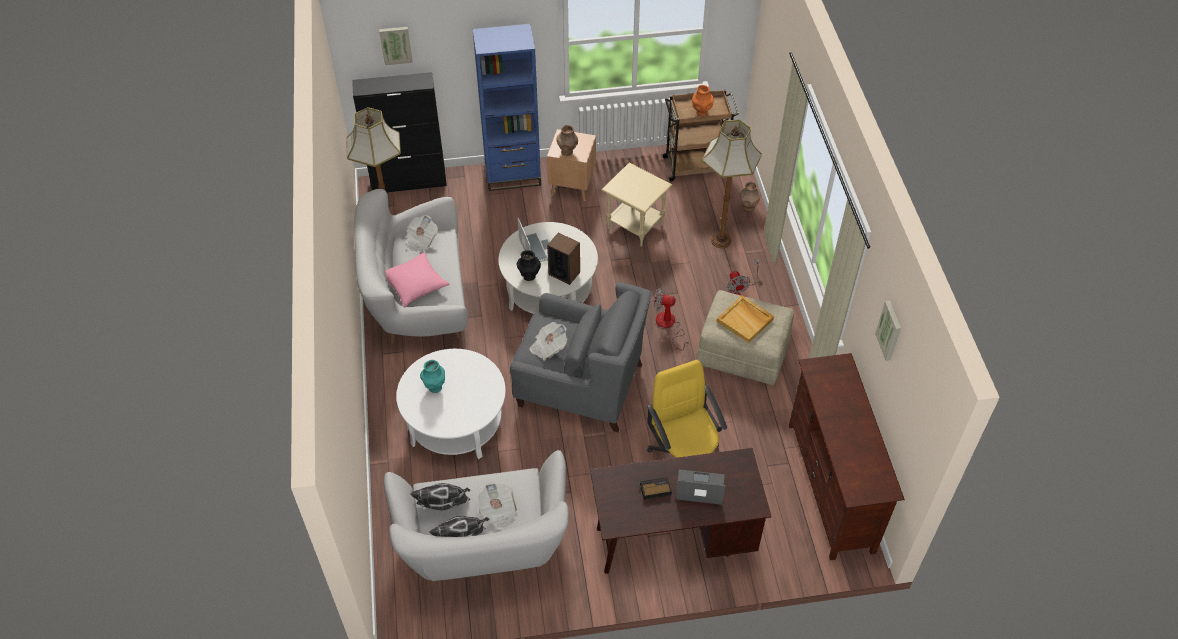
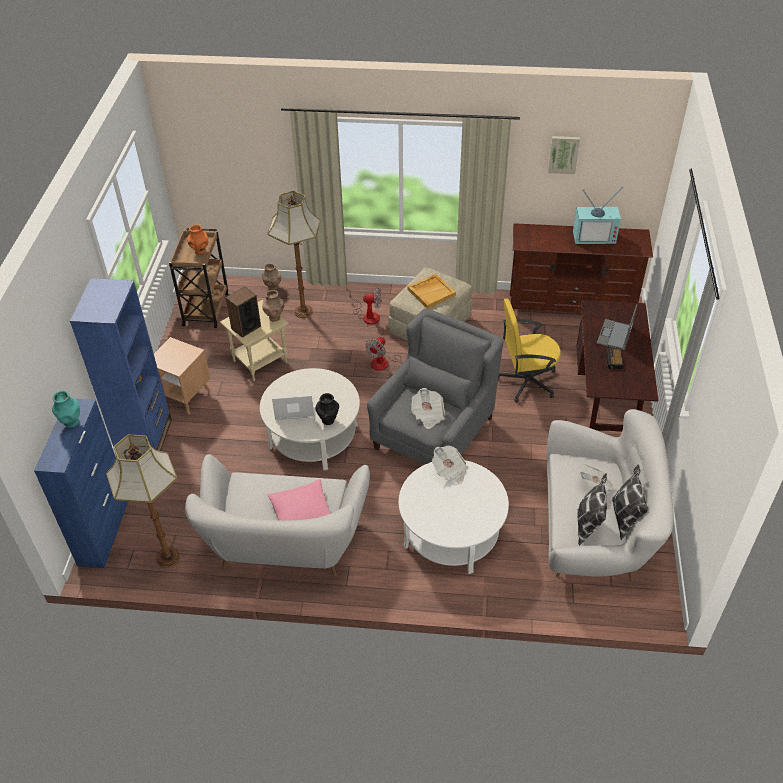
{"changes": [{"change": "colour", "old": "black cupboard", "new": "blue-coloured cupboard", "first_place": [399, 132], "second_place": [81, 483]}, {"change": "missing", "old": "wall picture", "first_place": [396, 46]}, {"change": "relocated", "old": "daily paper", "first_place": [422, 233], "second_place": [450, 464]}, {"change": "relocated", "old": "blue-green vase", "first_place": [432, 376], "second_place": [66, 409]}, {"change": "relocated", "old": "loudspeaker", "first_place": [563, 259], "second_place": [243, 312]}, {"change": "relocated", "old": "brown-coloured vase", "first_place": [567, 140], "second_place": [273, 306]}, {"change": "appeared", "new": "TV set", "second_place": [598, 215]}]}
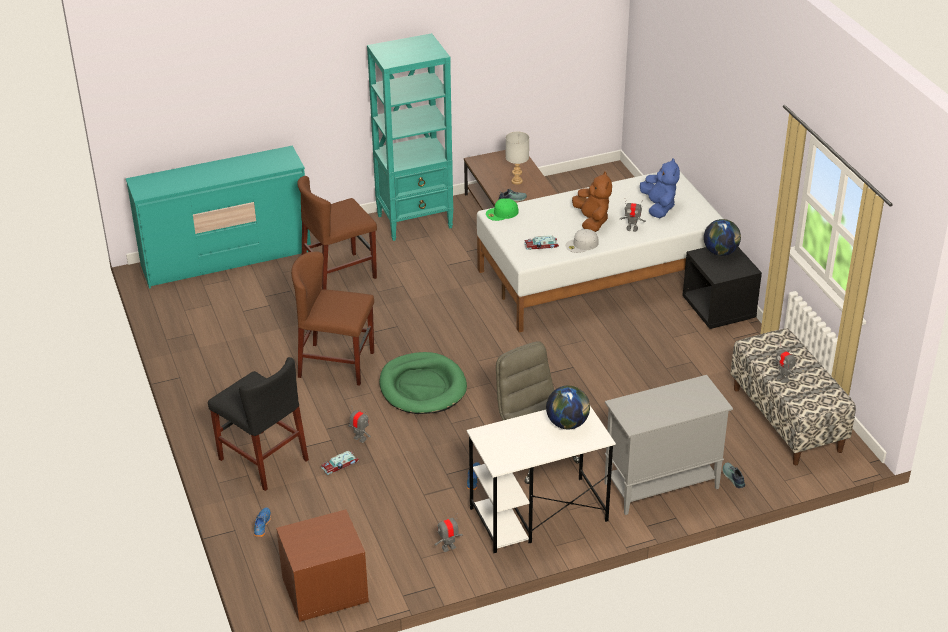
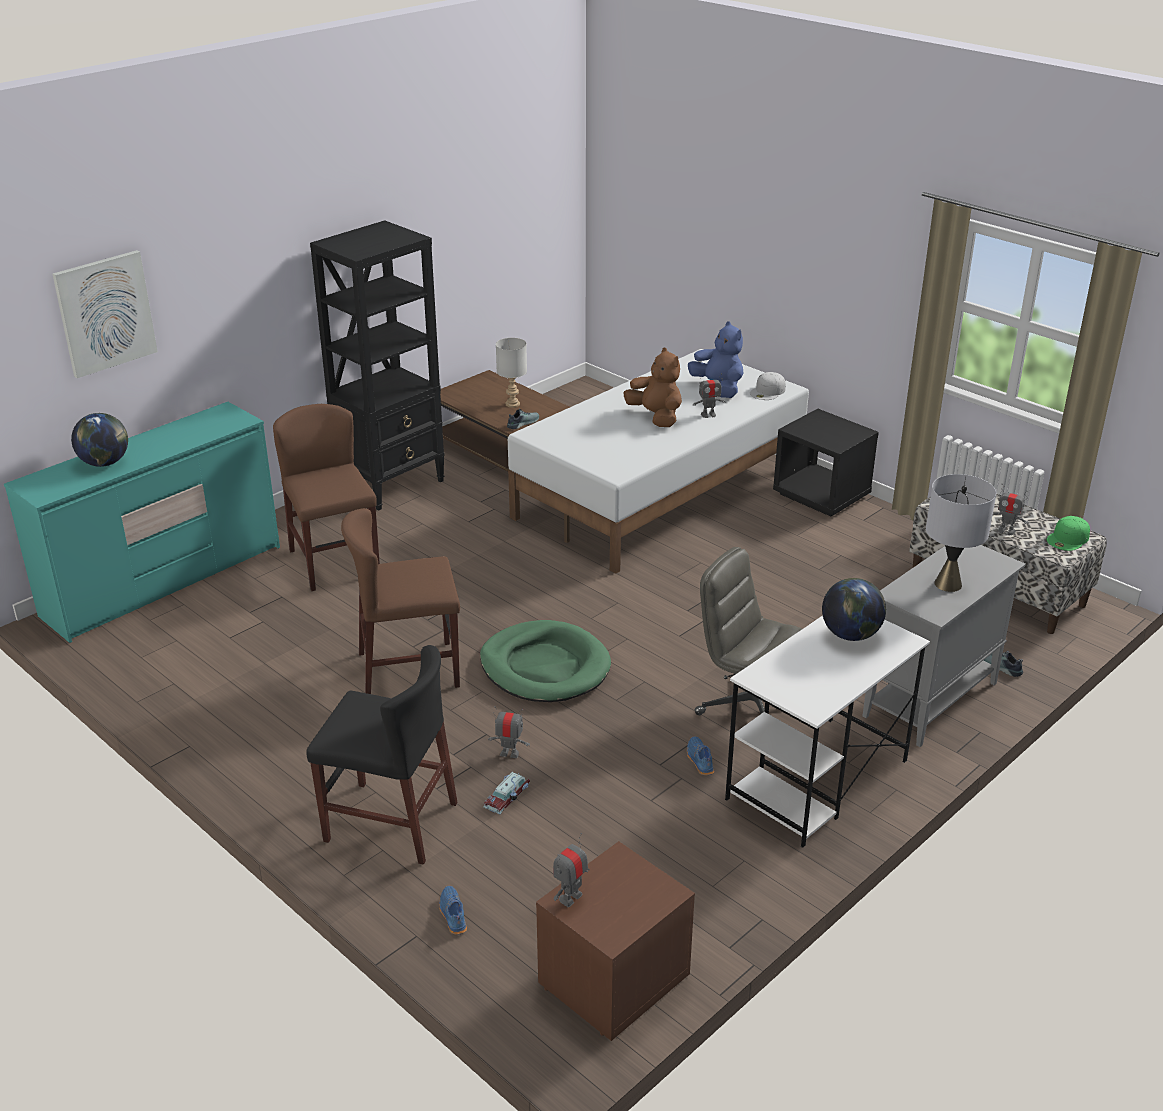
{"changes": [{"change": "spun", "old": "brown-coloured plain chair", "first_place": [337, 232], "second_place": [326, 497], "degrees": 120}, {"change": "colour", "old": "blue-green bookshelf", "new": "black bookshelf", "first_place": [410, 137], "second_place": [377, 365]}, {"change": "relocated", "old": "robot figure", "first_place": [448, 532], "second_place": [571, 870]}, {"change": "relocated", "old": "greenish cap", "first_place": [502, 209], "second_place": [1068, 533]}, {"change": "missing", "old": "toy car", "first_place": [541, 242]}, {"change": "relocated", "old": "white-coloured cap", "first_place": [582, 241], "second_place": [768, 386]}, {"change": "relocated", "old": "globe", "first_place": [722, 237], "second_place": [99, 440]}, {"change": "appeared", "new": "wall picture", "second_place": [105, 314]}, {"change": "appeared", "new": "greyish lamp for a table", "second_place": [961, 533]}]}
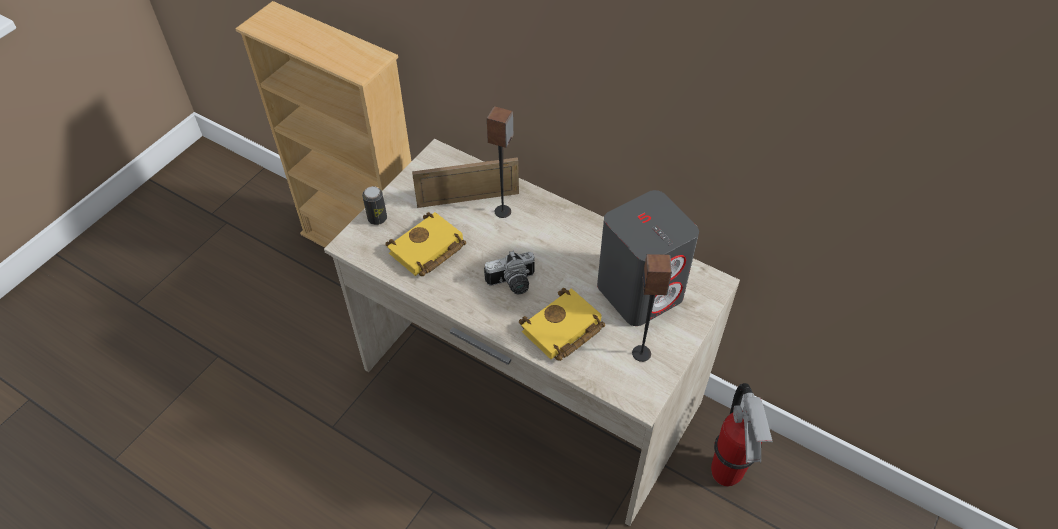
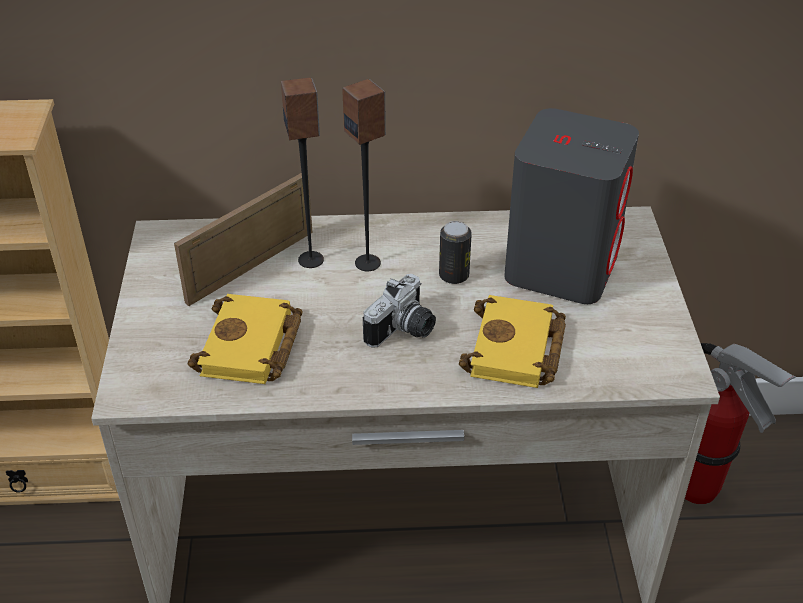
{"changes": [{"change": "relocated", "old": "metal can", "first_place": [374, 205], "second_place": [455, 252]}, {"change": "relocated", "old": "loudspeaker", "first_place": [652, 308], "second_place": [364, 175]}]}
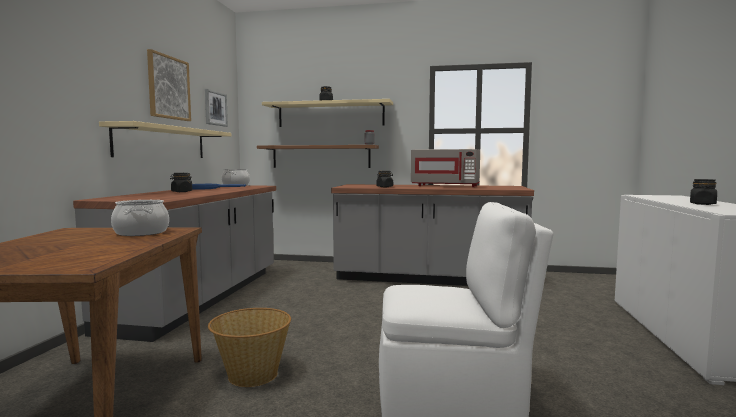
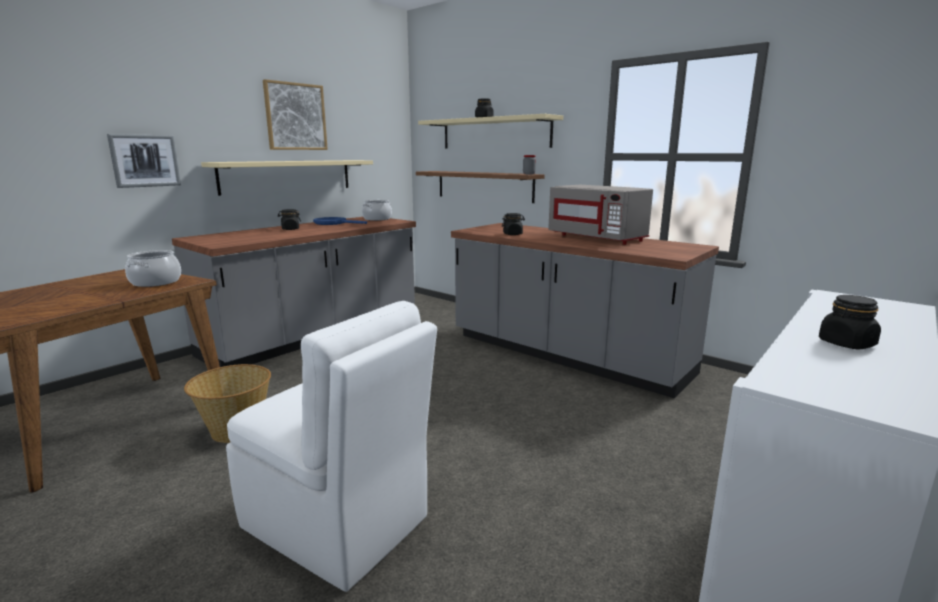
{"changes": [{"change": "relocated", "old": "wall picture", "first_place": [216, 108], "second_place": [144, 161]}]}
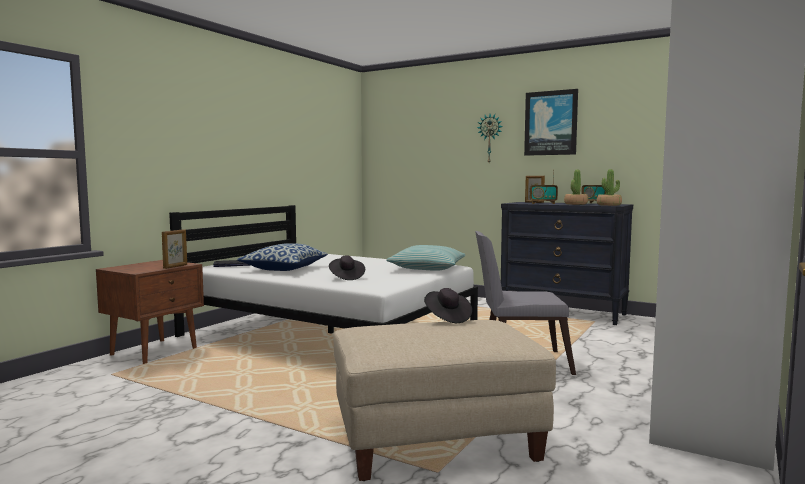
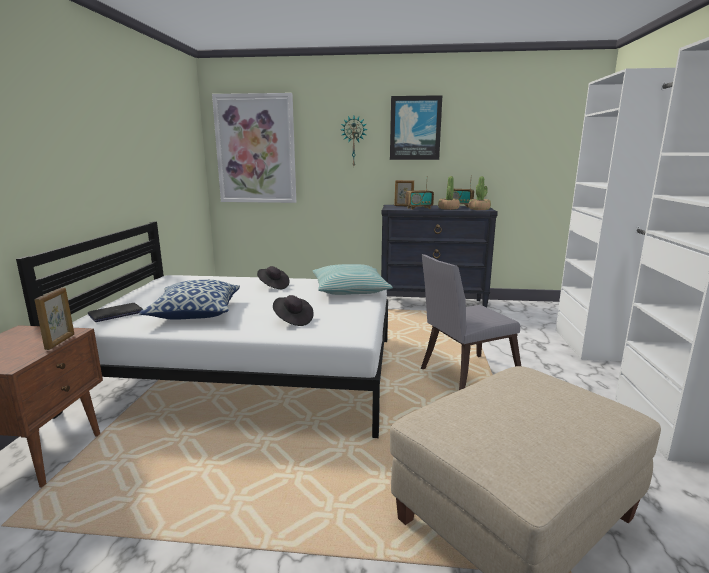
{"changes": [{"change": "relocated", "old": "black wearable hat", "first_place": [448, 305], "second_place": [273, 277]}, {"change": "appeared", "new": "wall picture", "second_place": [254, 148]}]}
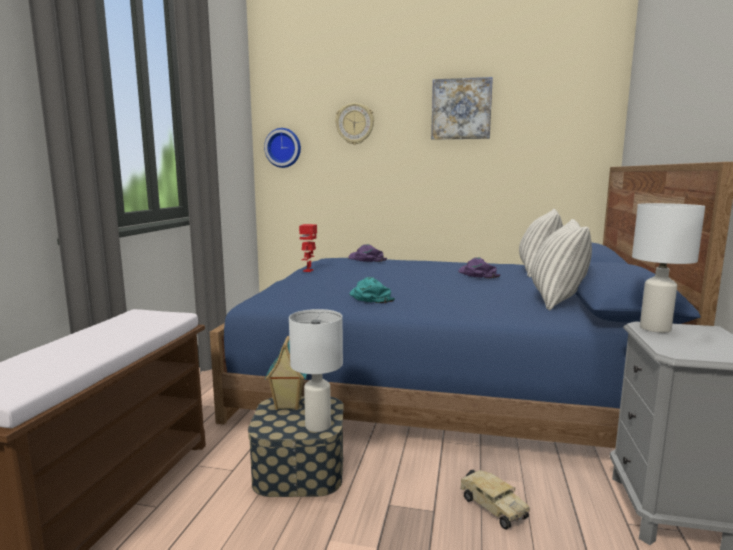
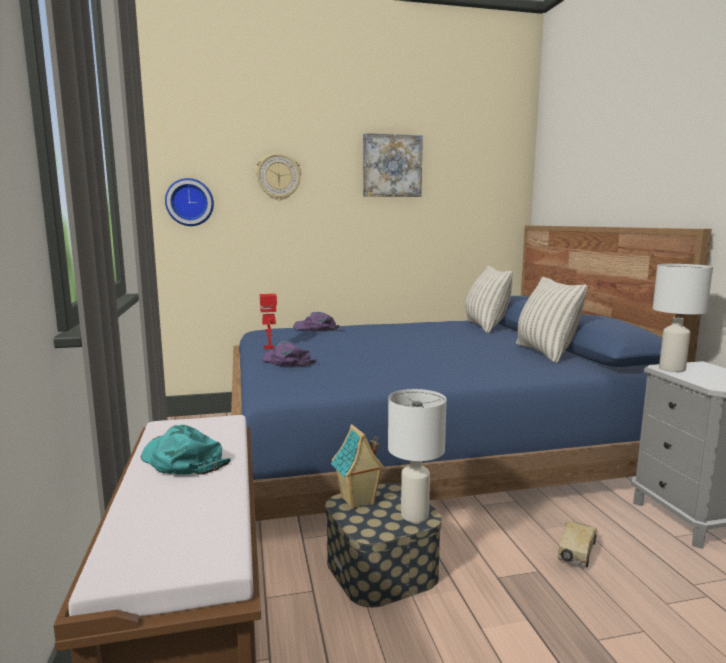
{"changes": [{"change": "relocated", "old": "blue-green cap", "first_place": [372, 290], "second_place": [186, 450]}, {"change": "relocated", "old": "purplish cap", "first_place": [479, 267], "second_place": [289, 353]}, {"change": "spun", "old": "toy truck", "first_place": [495, 499], "second_place": [578, 544], "degrees": -90}]}
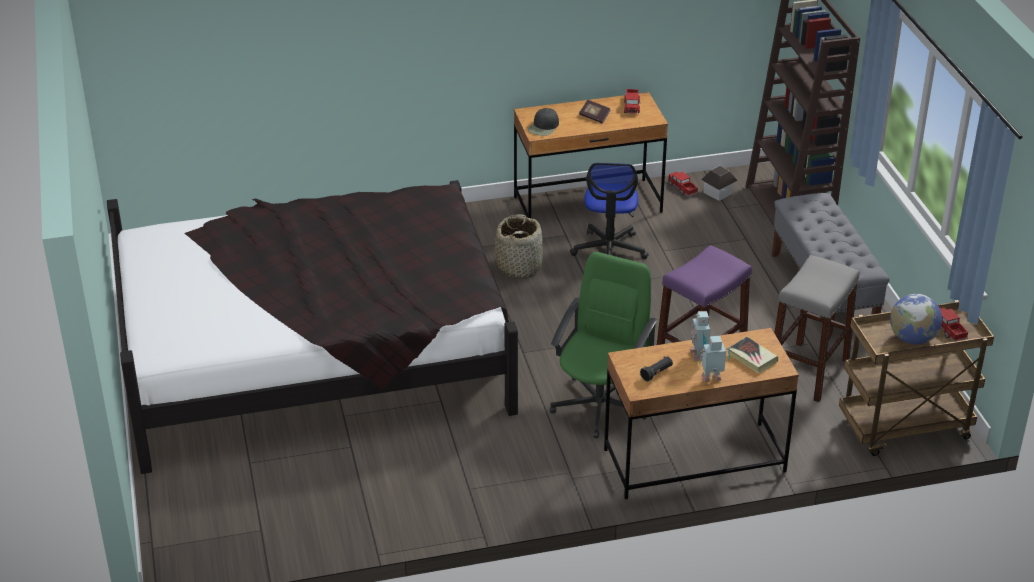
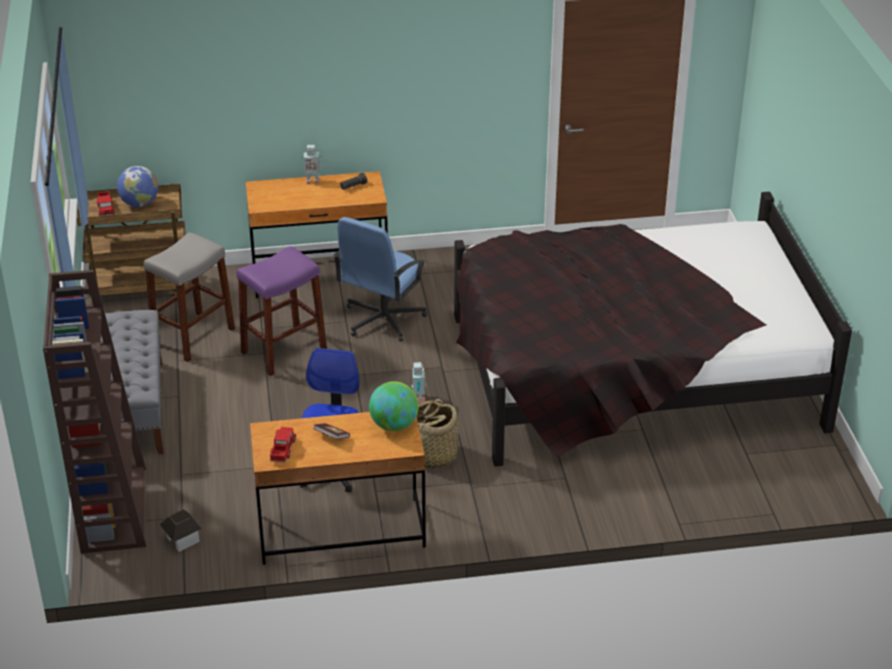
{"changes": [{"change": "exchanged", "old": "black cap", "new": "globe", "first_place": [543, 122], "second_place": [394, 406]}, {"change": "colour", "old": "greenish office chair", "new": "blue-coloured office chair", "first_place": [603, 345], "second_place": [380, 279]}, {"change": "missing", "old": "toy truck", "first_place": [683, 184]}, {"change": "relocated", "old": "robot figure", "first_place": [700, 336], "second_place": [418, 382]}, {"change": "missing", "old": "volume", "first_place": [753, 355]}]}
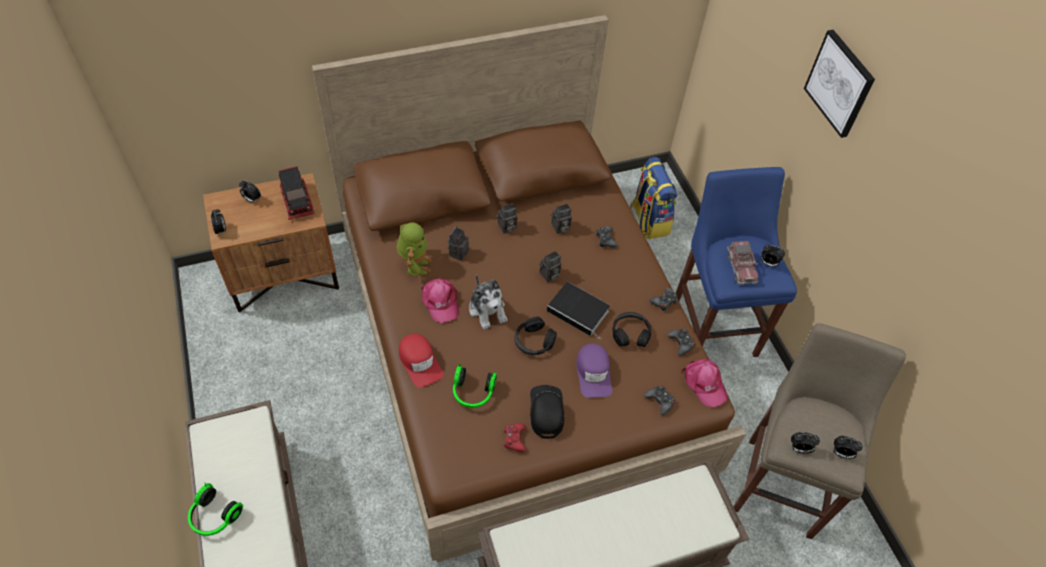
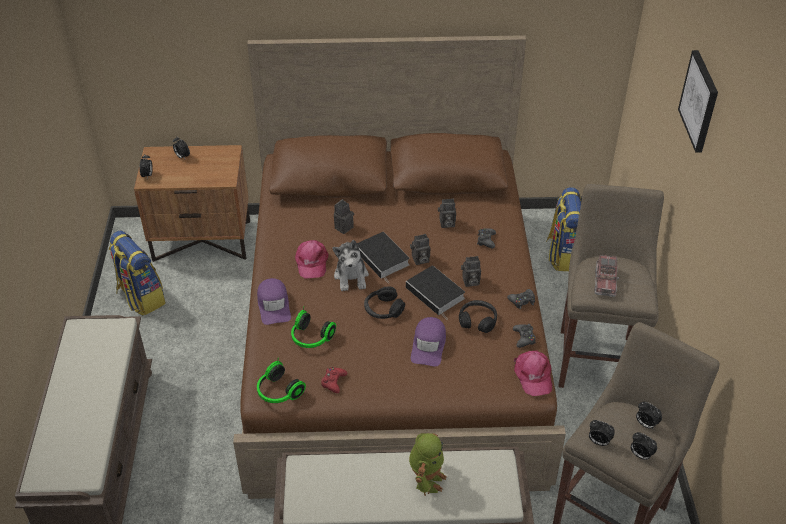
{"changes": [{"change": "relocated", "old": "headphones", "first_place": [215, 509], "second_place": [281, 382]}, {"change": "missing", "old": "toy truck", "first_place": [297, 193]}, {"change": "relocated", "old": "robot figure", "first_place": [414, 250], "second_place": [428, 464]}, {"change": "colour", "old": "red cap", "new": "purplish cap", "first_place": [421, 361], "second_place": [274, 301]}, {"change": "relocated", "old": "still camera", "first_place": [506, 218], "second_place": [471, 271]}, {"change": "missing", "old": "black cap", "first_place": [547, 412]}, {"change": "missing", "old": "black game controller", "first_place": [659, 400]}, {"change": "colour", "old": "blue-coloured stool", "new": "sand-coloured stool", "first_place": [736, 262], "second_place": [611, 286]}, {"change": "relocated", "old": "table clock", "first_place": [773, 256], "second_place": [649, 415]}, {"change": "appeared", "new": "knapsack", "second_place": [137, 273]}, {"change": "appeared", "new": "volume", "second_place": [383, 257]}]}
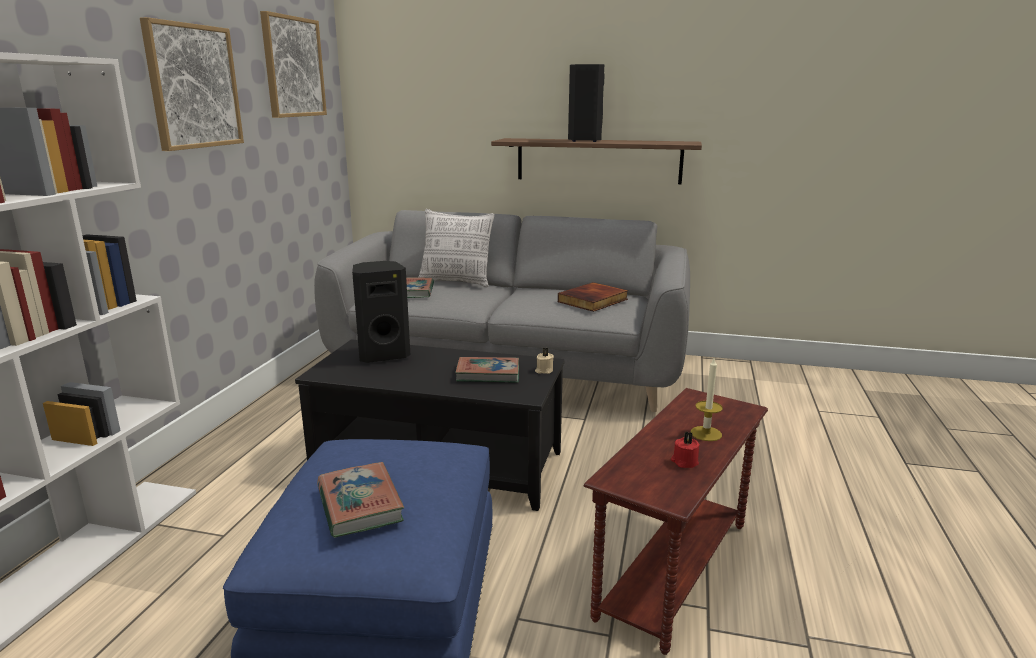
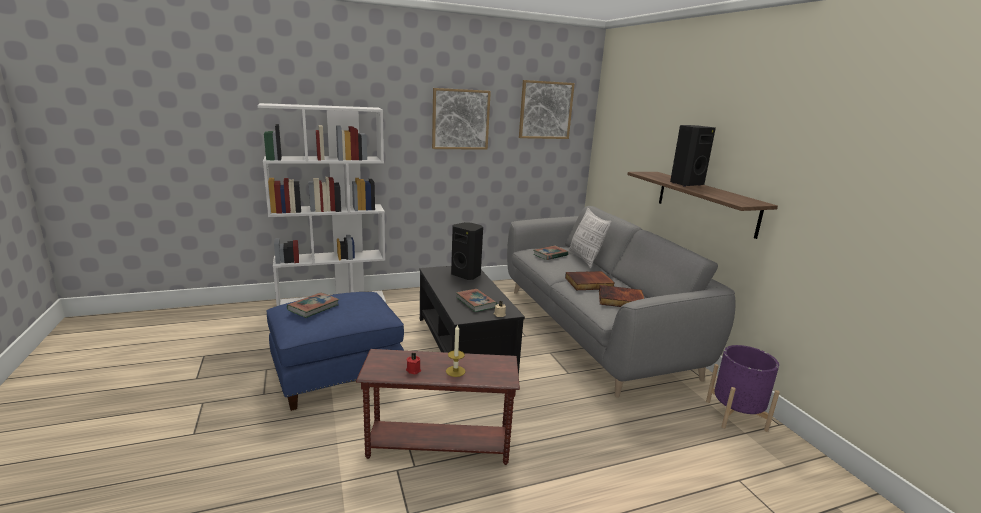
{"changes": [{"change": "appeared", "new": "volume", "second_place": [590, 280]}, {"change": "appeared", "new": "purplish flower pot", "second_place": [743, 388]}]}
